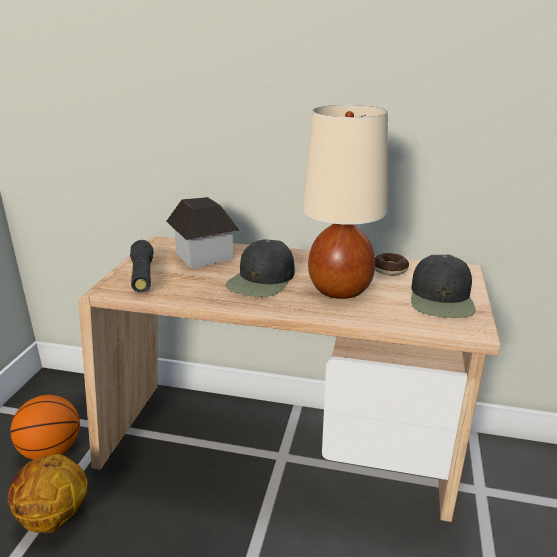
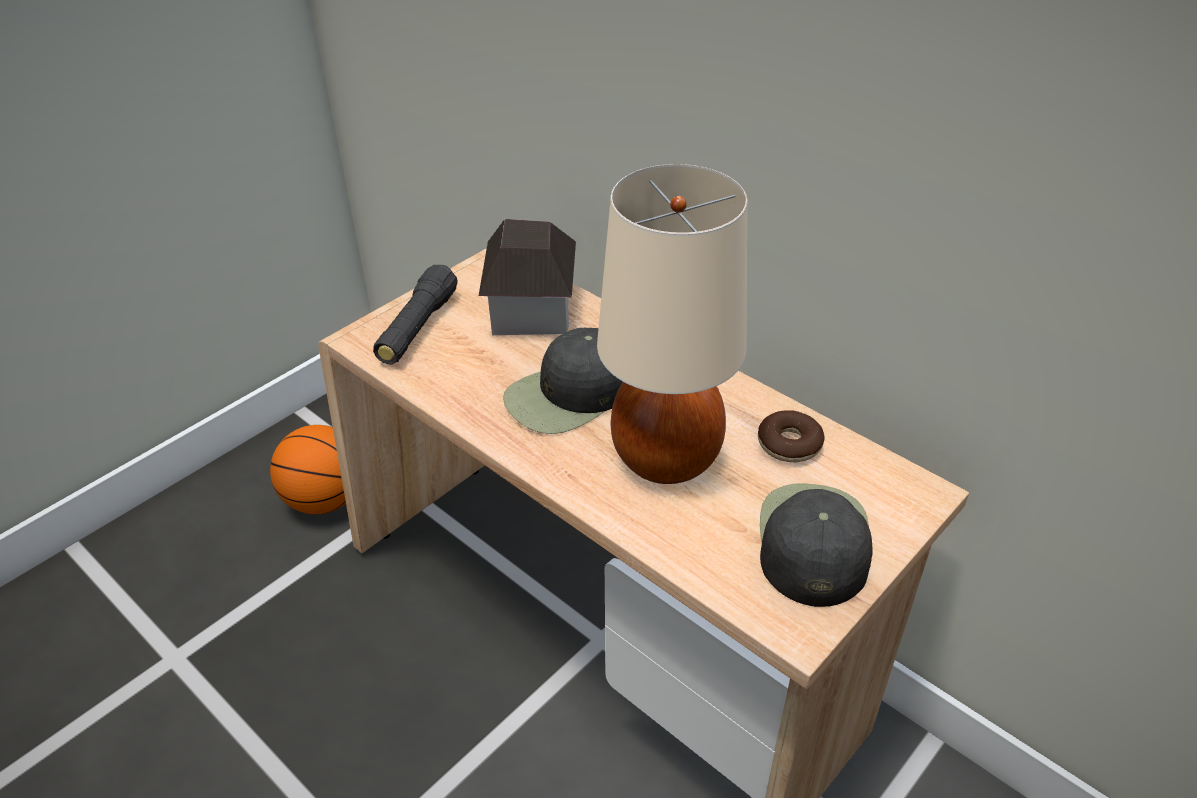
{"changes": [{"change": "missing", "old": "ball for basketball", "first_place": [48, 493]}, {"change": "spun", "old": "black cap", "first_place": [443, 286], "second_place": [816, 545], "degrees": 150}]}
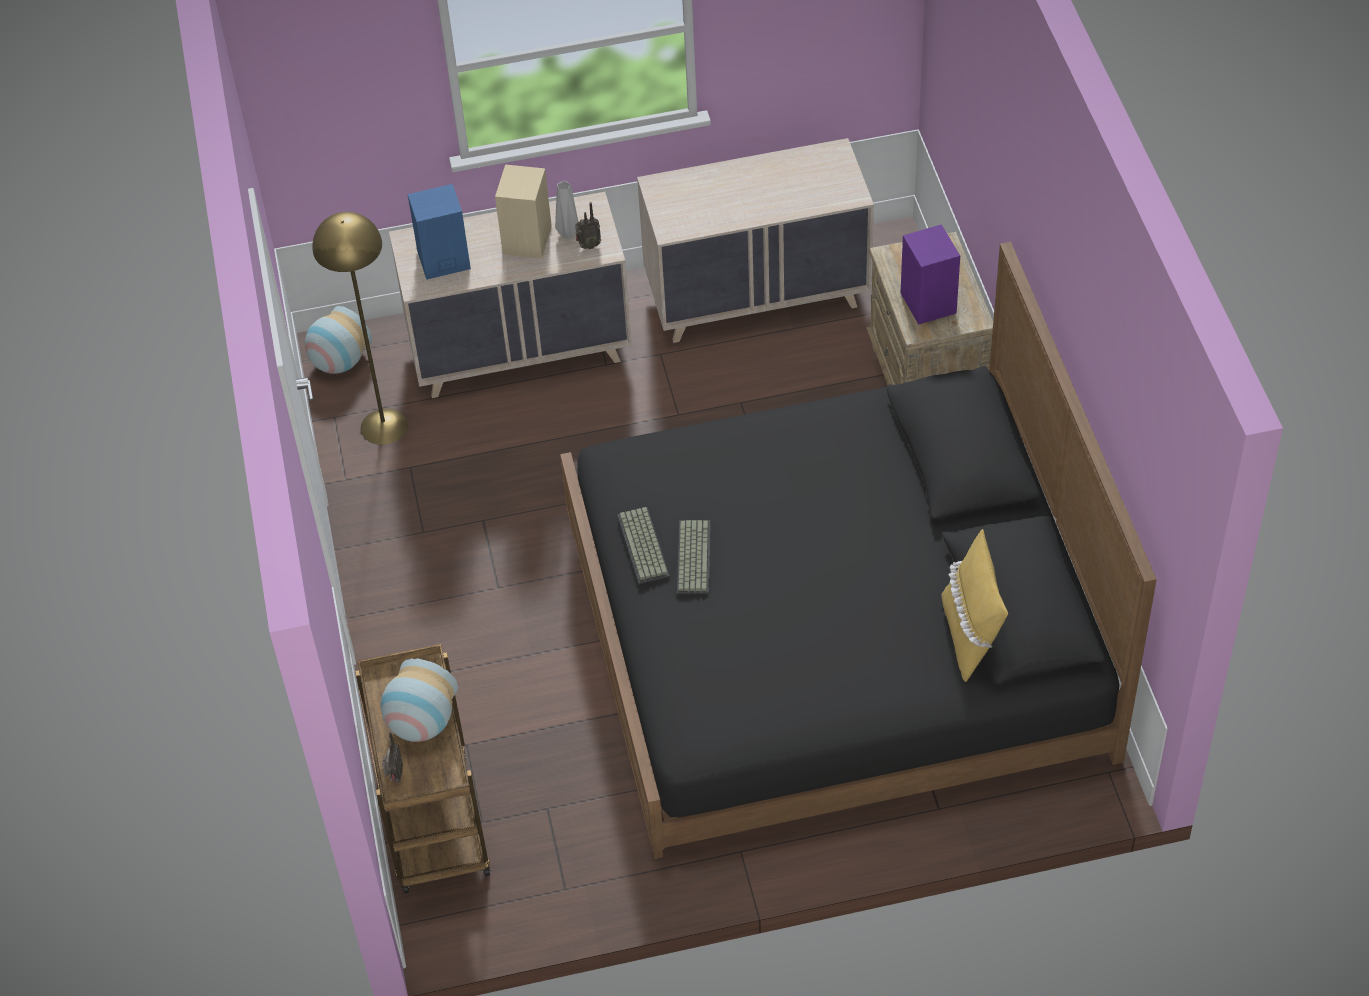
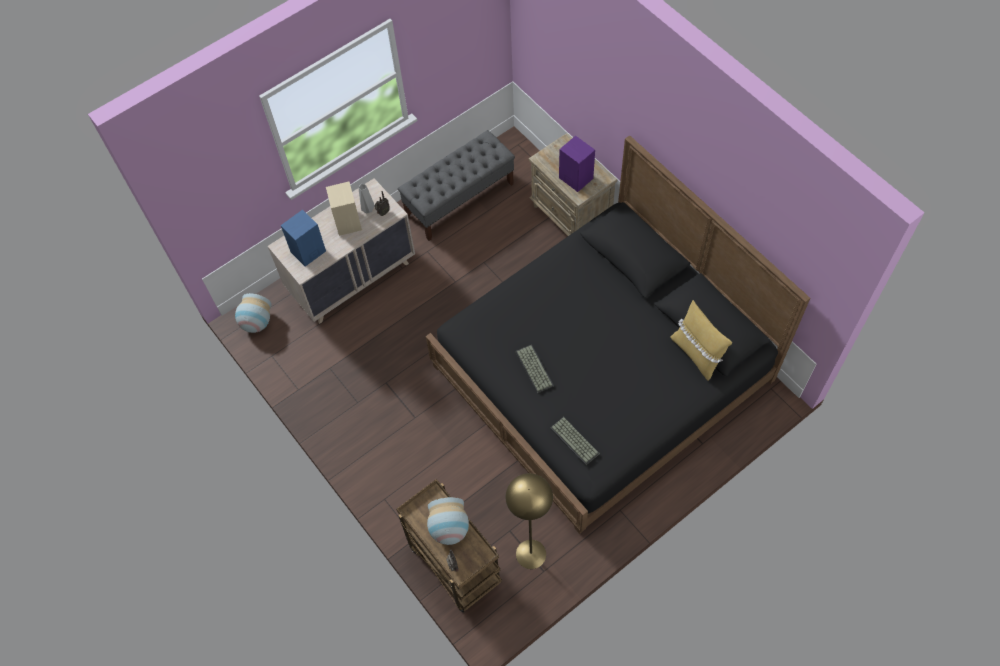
{"changes": [{"change": "relocated", "old": "yellow standing lamp", "first_place": [360, 328], "second_place": [529, 521]}, {"change": "relocated", "old": "keyboard", "first_place": [643, 545], "second_place": [575, 441]}, {"change": "exchanged", "old": "sand-coloured drawer chest", "new": "greyish bench", "first_place": [755, 240], "second_place": [456, 185]}]}
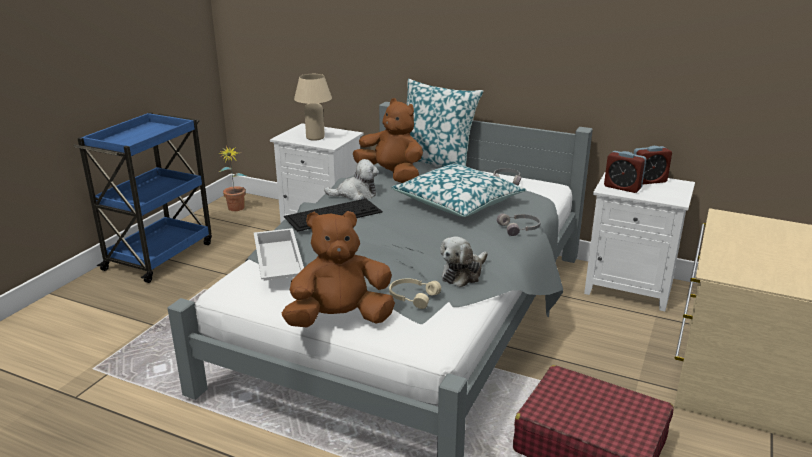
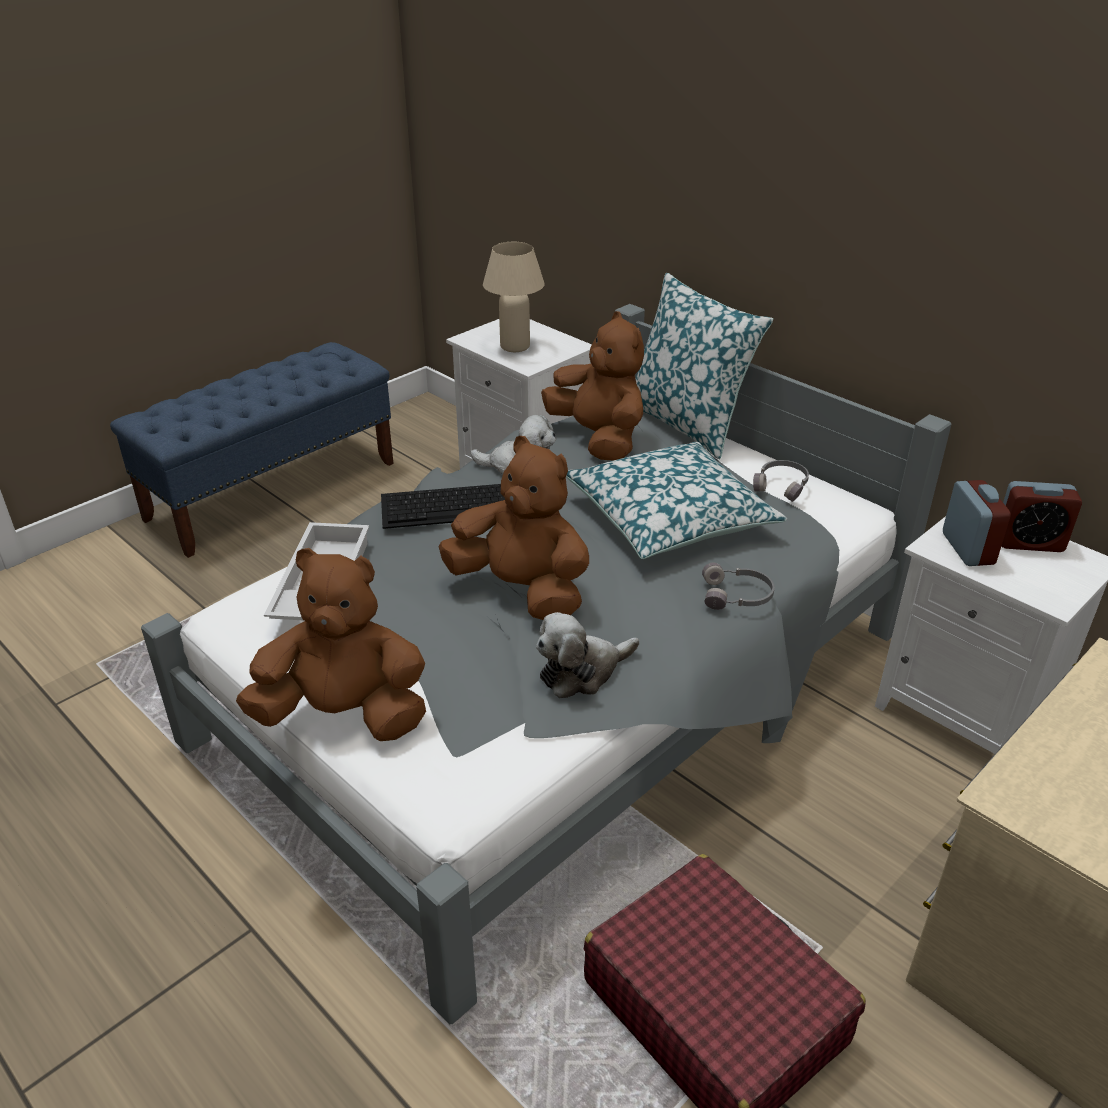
{"changes": [{"change": "exchanged", "old": "blue-coloured wheeled cart", "new": "blue-coloured bench", "first_place": [143, 197], "second_place": [252, 450]}, {"change": "missing", "old": "houseplant", "first_place": [232, 178]}, {"change": "missing", "old": "sand-coloured headphones", "first_place": [415, 294]}, {"change": "spun", "old": "table clock", "first_place": [625, 172], "second_place": [977, 523], "degrees": -150}, {"change": "appeared", "new": "brown-coloured plush toy", "second_place": [513, 528]}]}
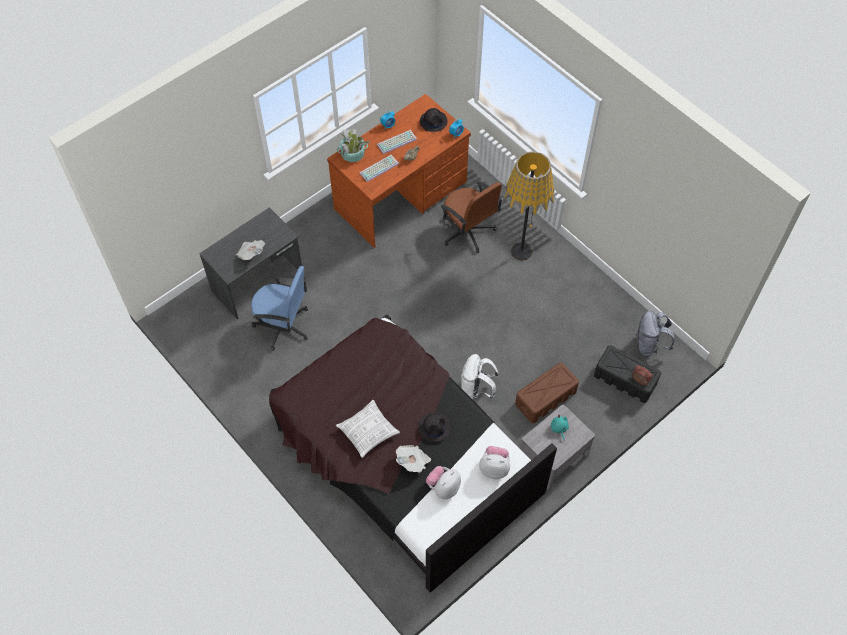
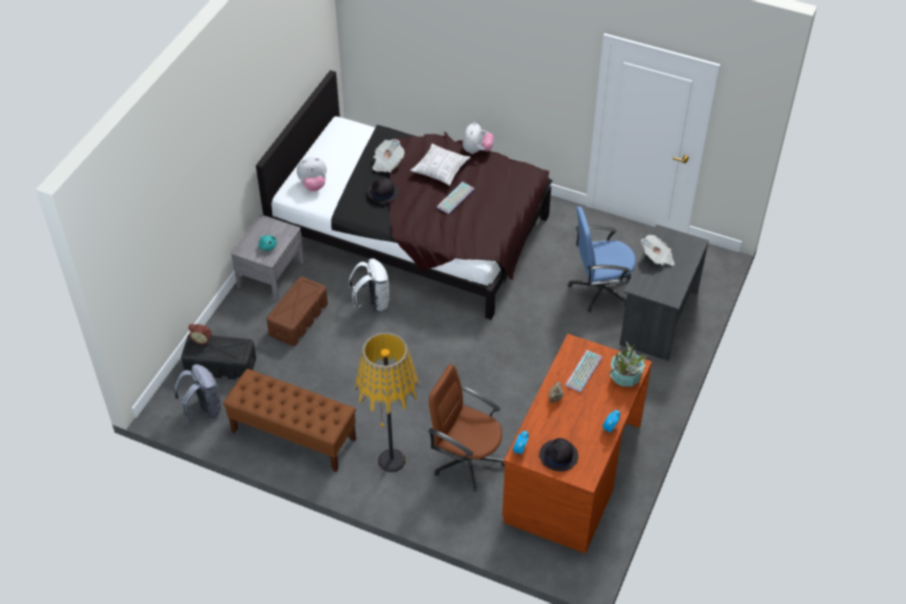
{"changes": [{"change": "relocated", "old": "keyboard", "first_place": [397, 142], "second_place": [455, 198]}, {"change": "relocated", "old": "plush toy", "first_place": [443, 482], "second_place": [478, 138]}, {"change": "appeared", "new": "brown-coloured bench", "second_place": [289, 420]}]}
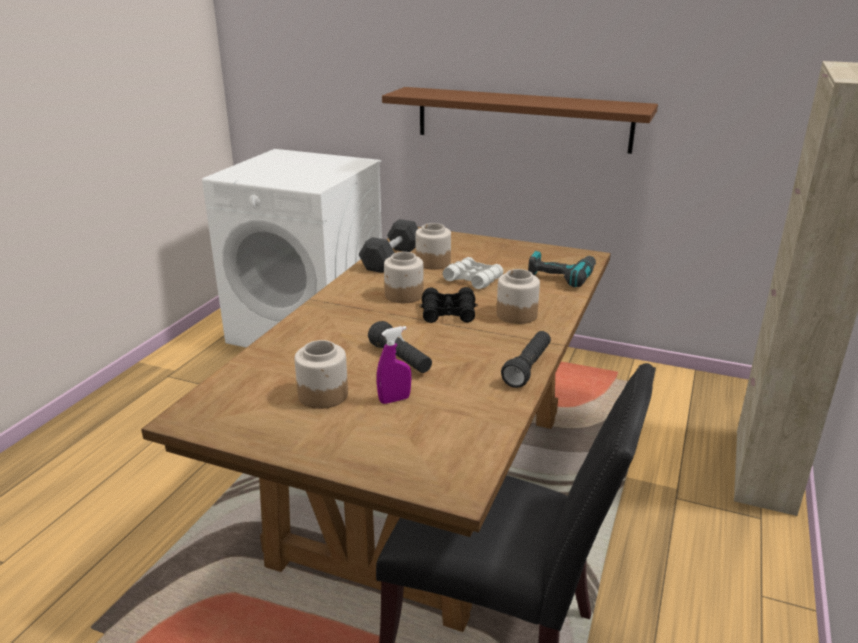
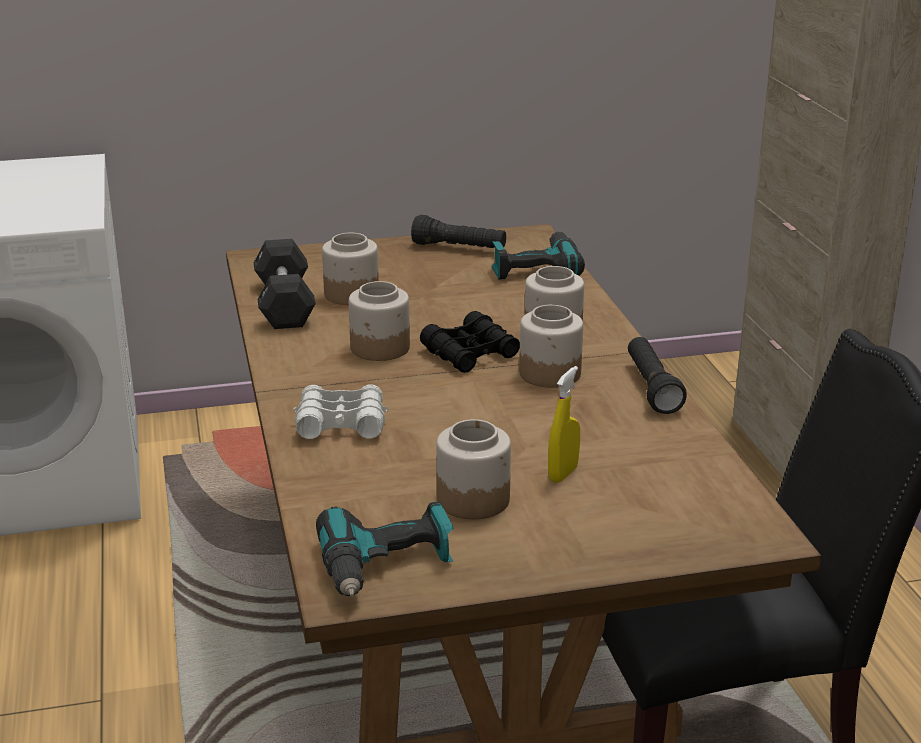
{"changes": [{"change": "relocated", "old": "black torch", "first_place": [400, 347], "second_place": [458, 231]}, {"change": "colour", "old": "purplish hand sprayer", "new": "yellow hand sprayer", "first_place": [394, 365], "second_place": [564, 424]}, {"change": "missing", "old": "brown-coloured wall shelf", "first_place": [520, 120]}, {"change": "relocated", "old": "white-coloured pair of binoculars", "first_place": [473, 273], "second_place": [341, 412]}, {"change": "appeared", "new": "power drill", "second_place": [385, 549]}, {"change": "appeared", "new": "preserve jar", "second_place": [551, 346]}]}
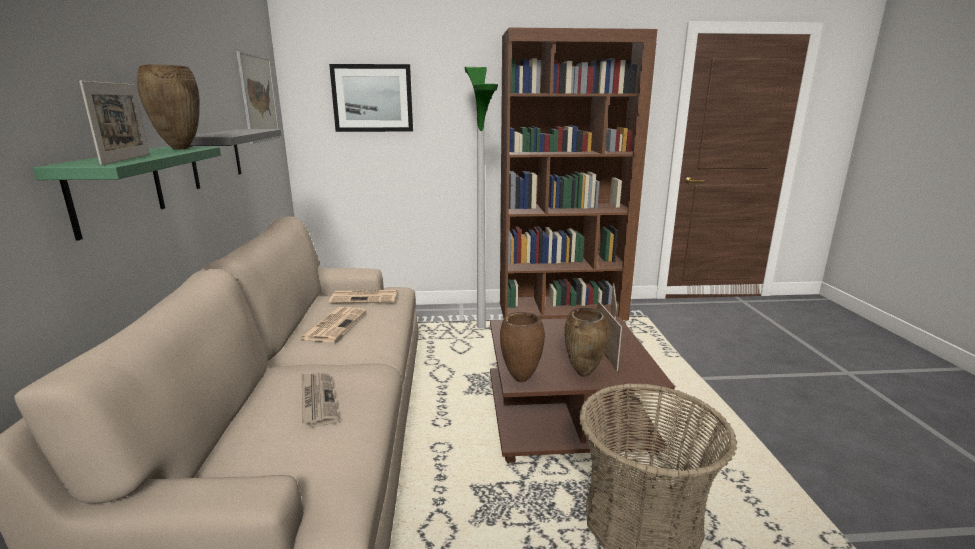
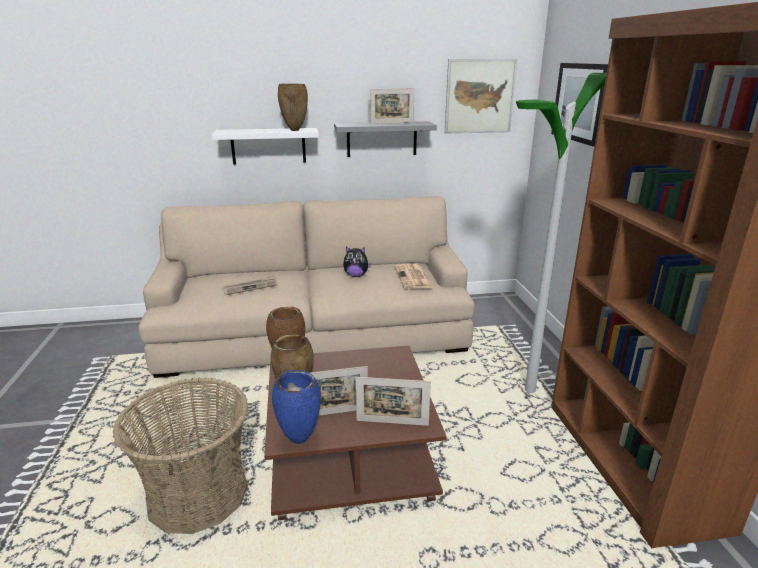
{"changes": [{"change": "colour", "old": "greenish wall shelf", "new": "white-coloured wall shelf", "first_place": [126, 194], "second_place": [265, 146]}, {"change": "relocated", "old": "standing frame", "first_place": [114, 123], "second_place": [392, 106]}, {"change": "exchanged", "old": "daily paper", "new": "plush toy", "first_place": [332, 324], "second_place": [357, 262]}, {"change": "appeared", "new": "blue-coloured vase", "second_place": [296, 407]}]}
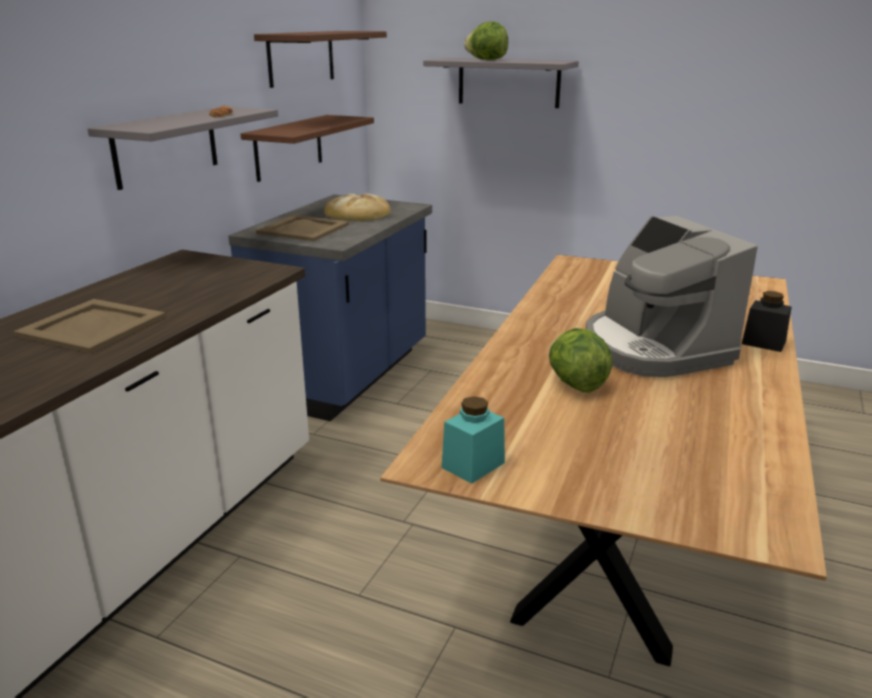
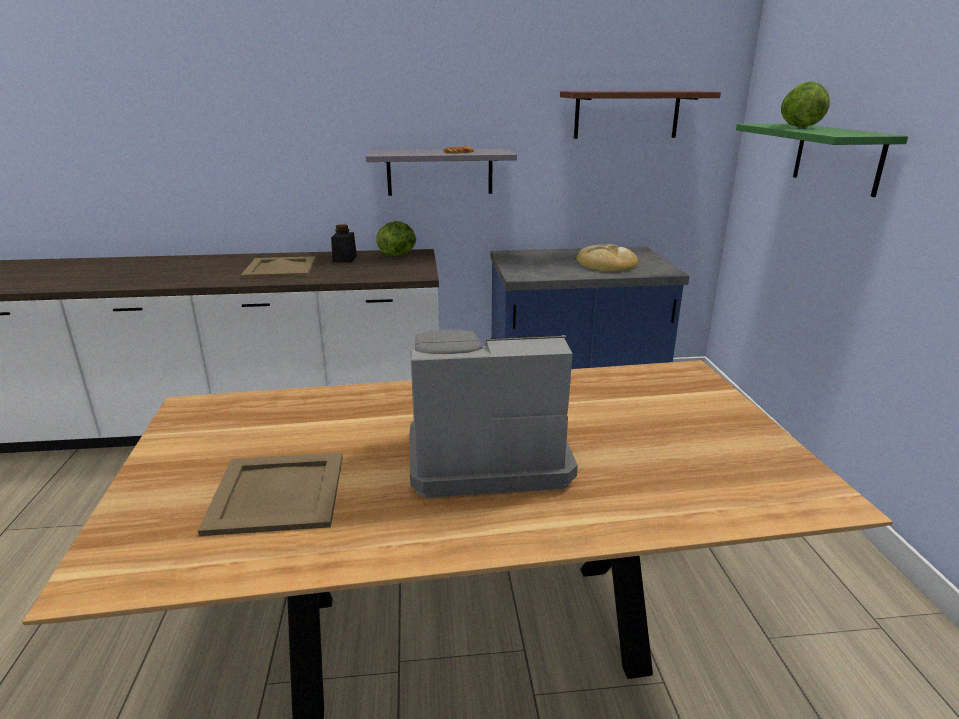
{"changes": [{"change": "missing", "old": "brown-coloured wall shelf", "first_place": [307, 148]}, {"change": "relocated", "old": "sand-coloured carrying tray", "first_place": [302, 228], "second_place": [270, 494]}, {"change": "colour", "old": "greyish wall shelf", "new": "greenish wall shelf", "first_place": [501, 83], "second_place": [822, 160]}, {"change": "missing", "old": "blue-green preserve jar", "first_place": [473, 440]}, {"change": "relocated", "old": "head of lettuce", "first_place": [580, 360], "second_place": [396, 238]}, {"change": "spun", "old": "coffee machine", "first_place": [672, 296], "second_place": [494, 413], "degrees": 45}, {"change": "relocated", "old": "black preserve jar", "first_place": [767, 321], "second_place": [344, 243]}]}
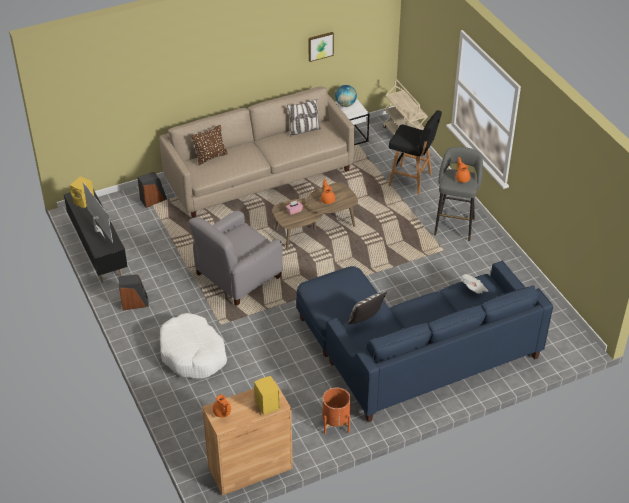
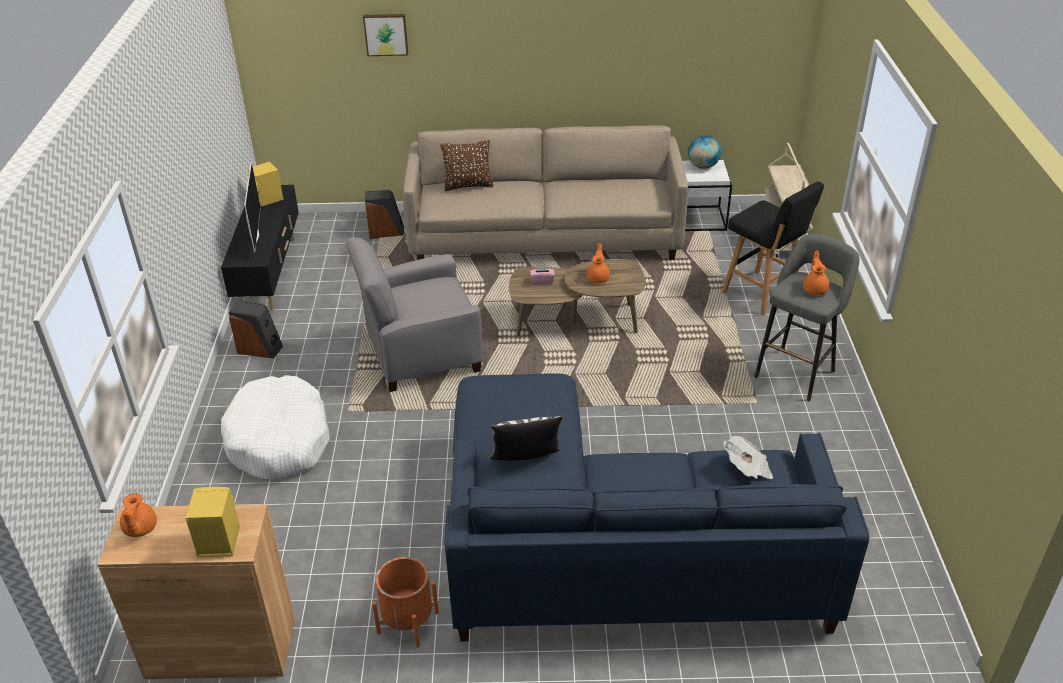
{"changes": [{"change": "missing", "old": "pillow", "first_place": [304, 117]}, {"change": "relocated", "old": "wall picture", "first_place": [321, 47], "second_place": [385, 35]}]}
